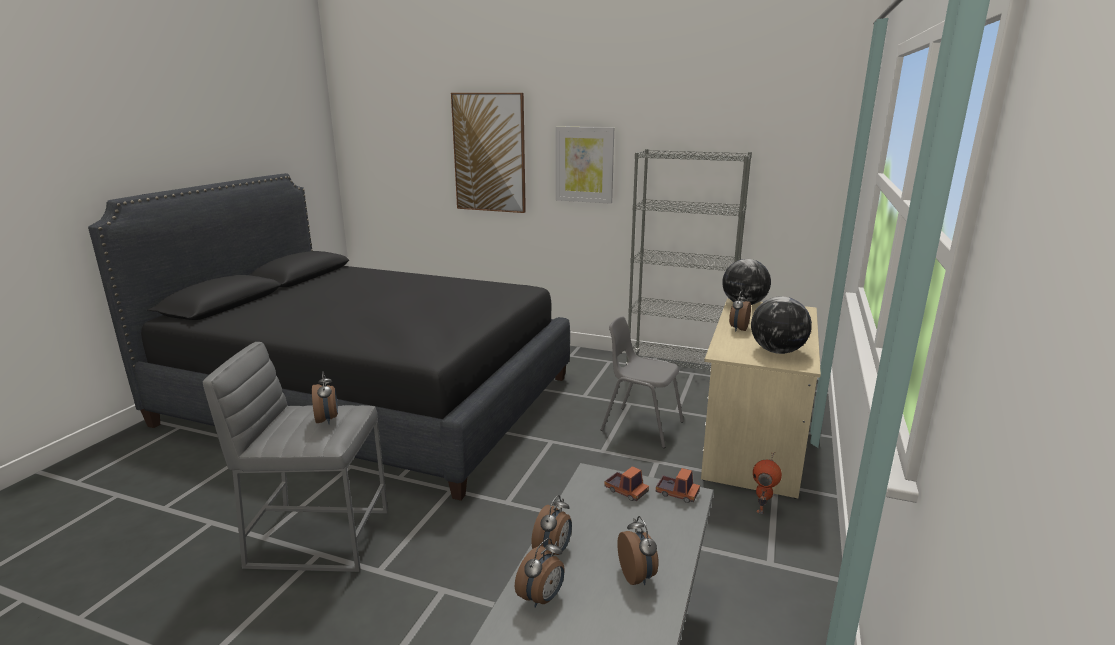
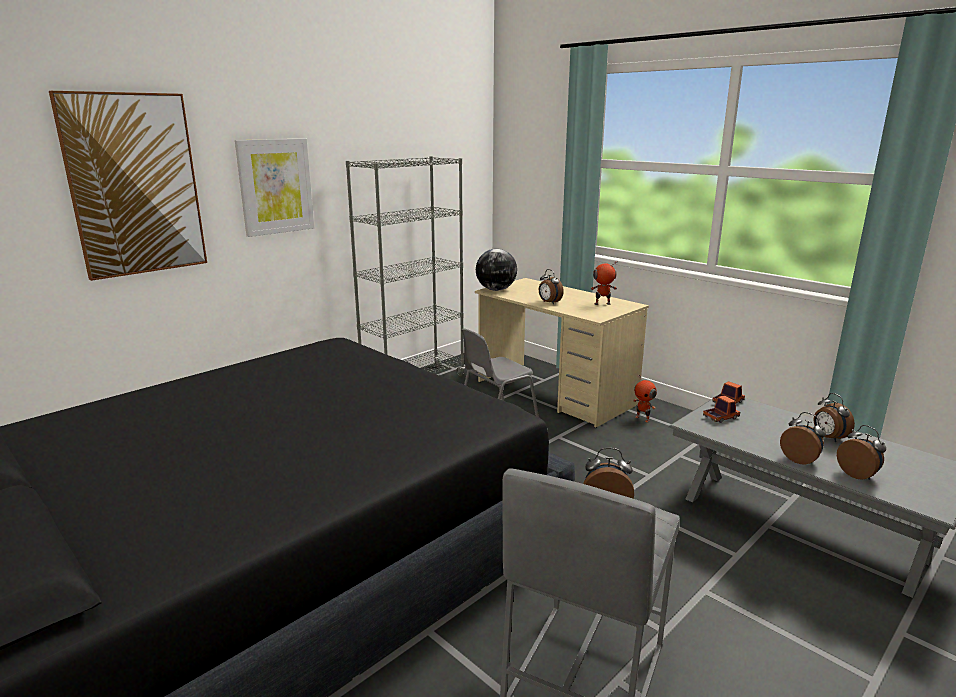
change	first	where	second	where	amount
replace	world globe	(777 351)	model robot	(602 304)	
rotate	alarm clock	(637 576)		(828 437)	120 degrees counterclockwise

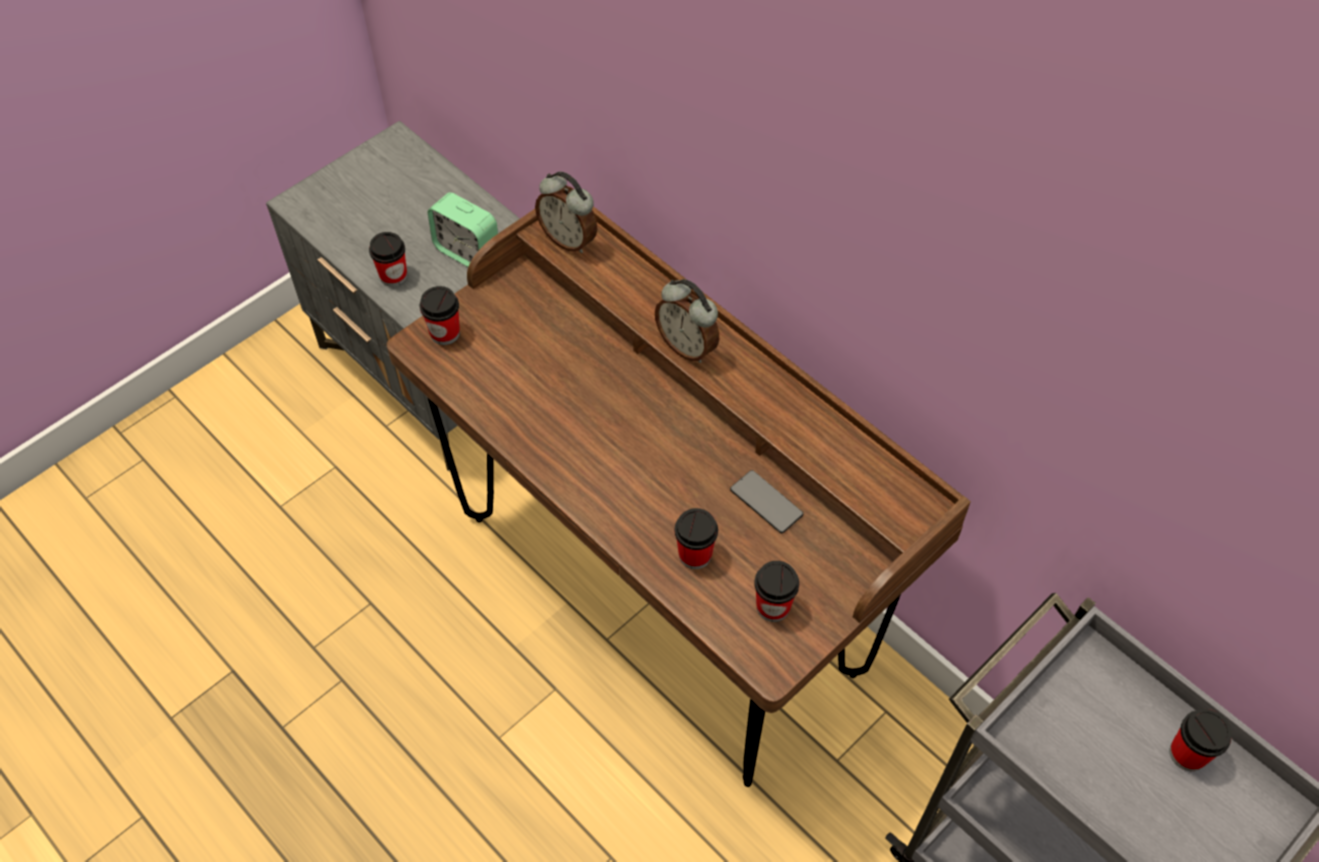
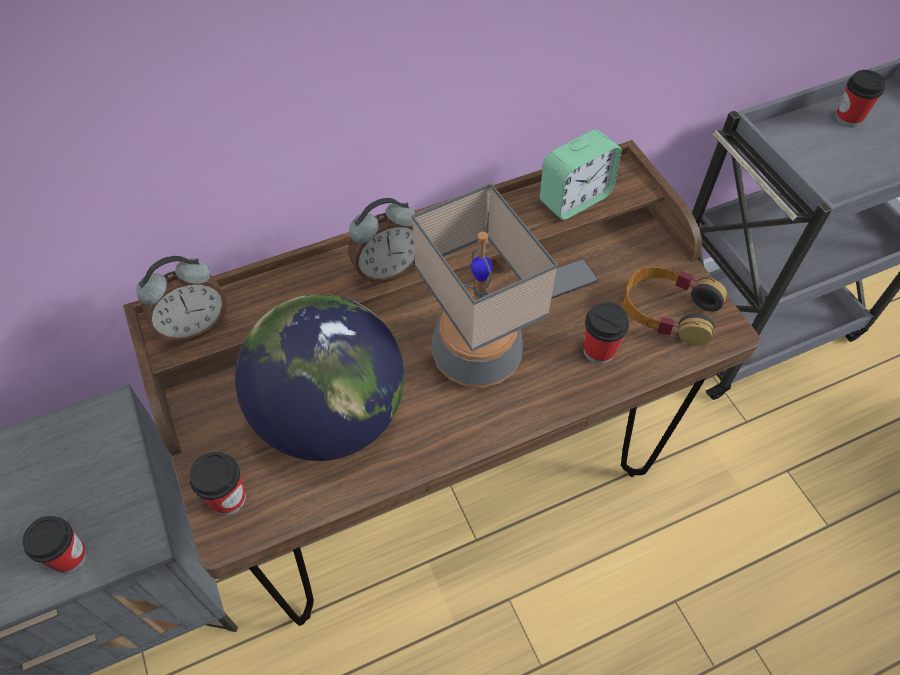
change	first	where	second	where	amount
insert			world globe	(331 415)	
insert			table lamp	(477 354)	
move	alarm clock	(467 252)		(575 199)	
replace	small cup	(773 606)	pair of headphones	(668 311)	

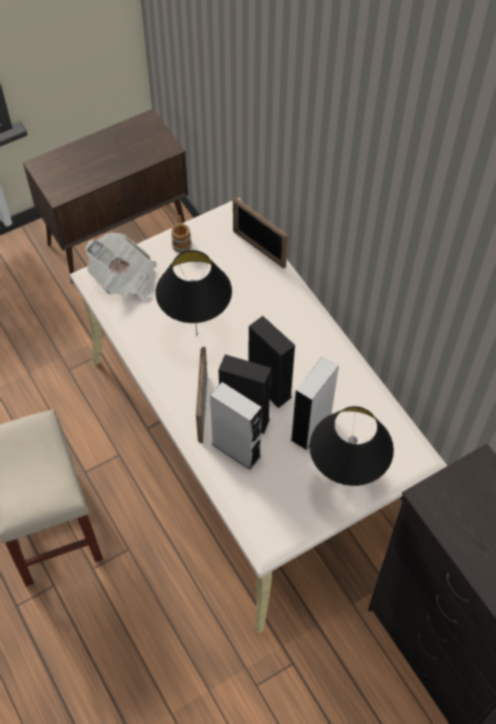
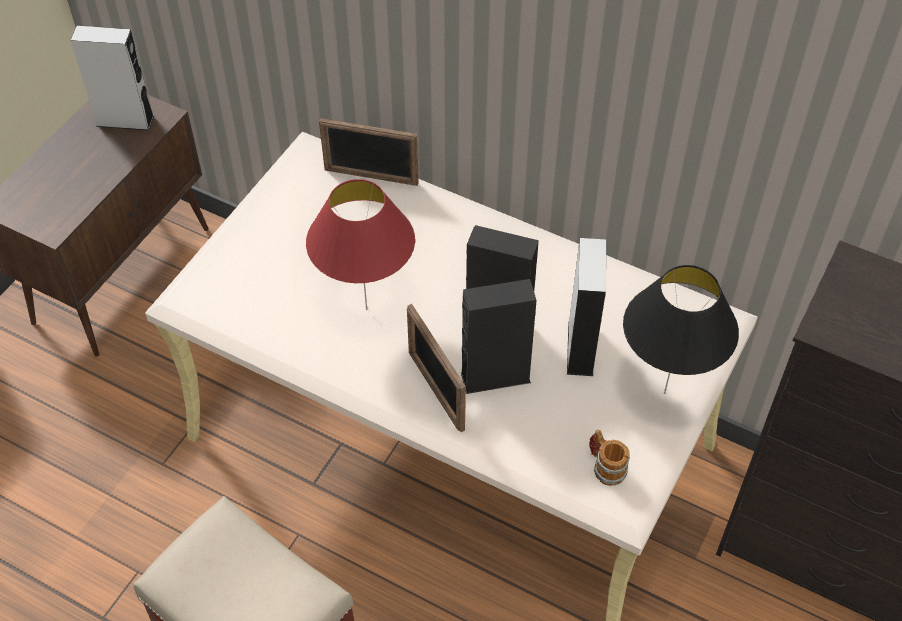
change	first	where	second	where	amount
move	grey loudspeaker	(236 450)		(125 121)	
recolor	blackish table lamp	(196 335)	reddish table lamp	(366 309)	
move	coffee mug	(181 241)		(605 466)	
delete	printed paper	(125 279)			

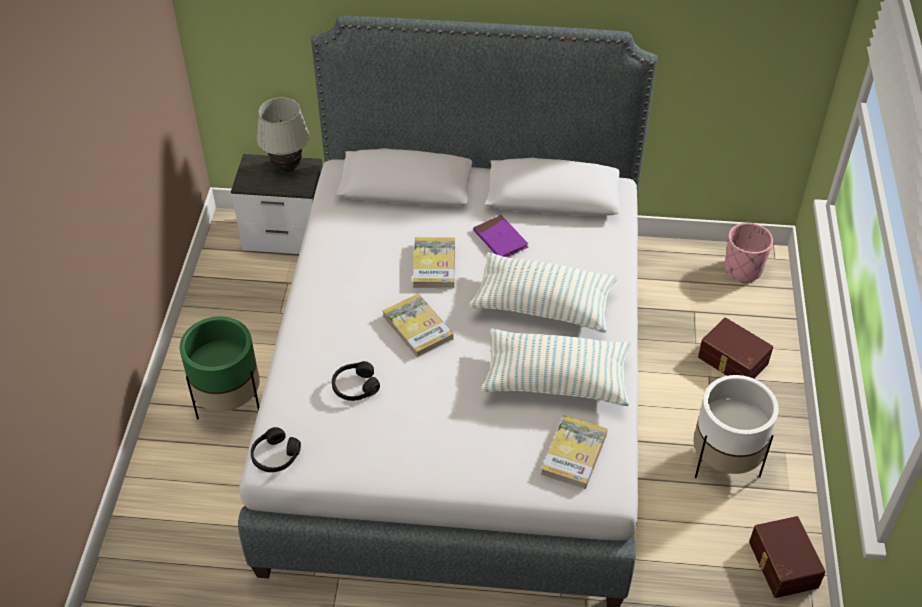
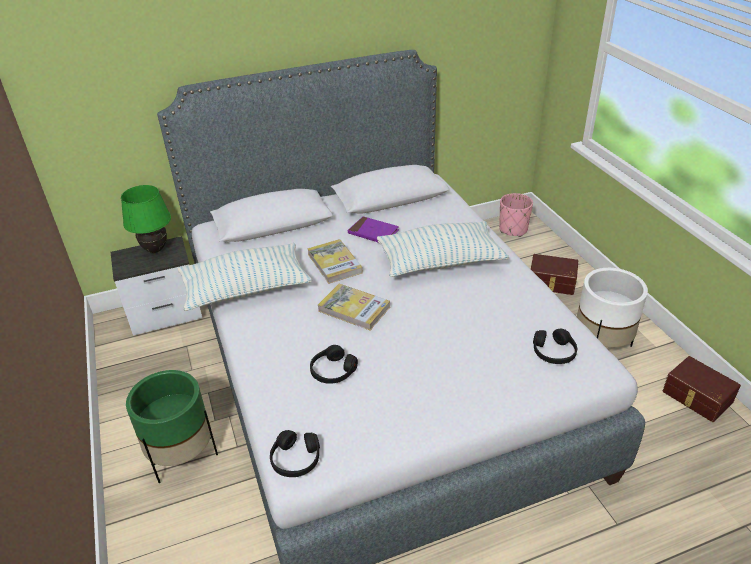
change	first	where	second	where	amount
recolor	white table lamp	(287 167)	green table lamp	(155 249)	
move	pillow	(556 380)		(246 289)	
replace	volume	(574 454)	blackish pair of headphones	(553 352)	

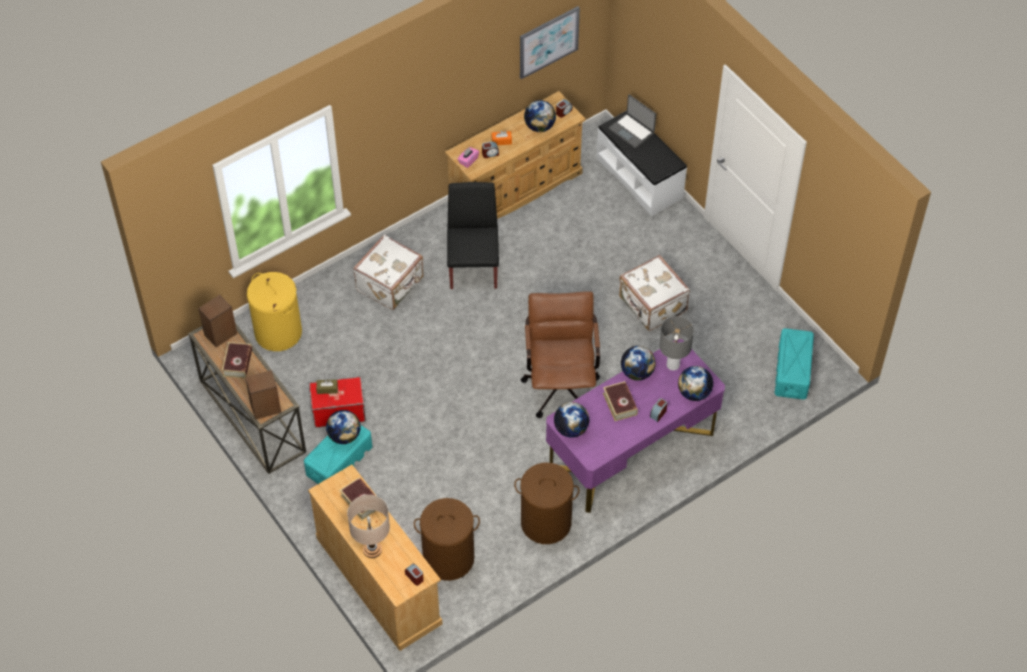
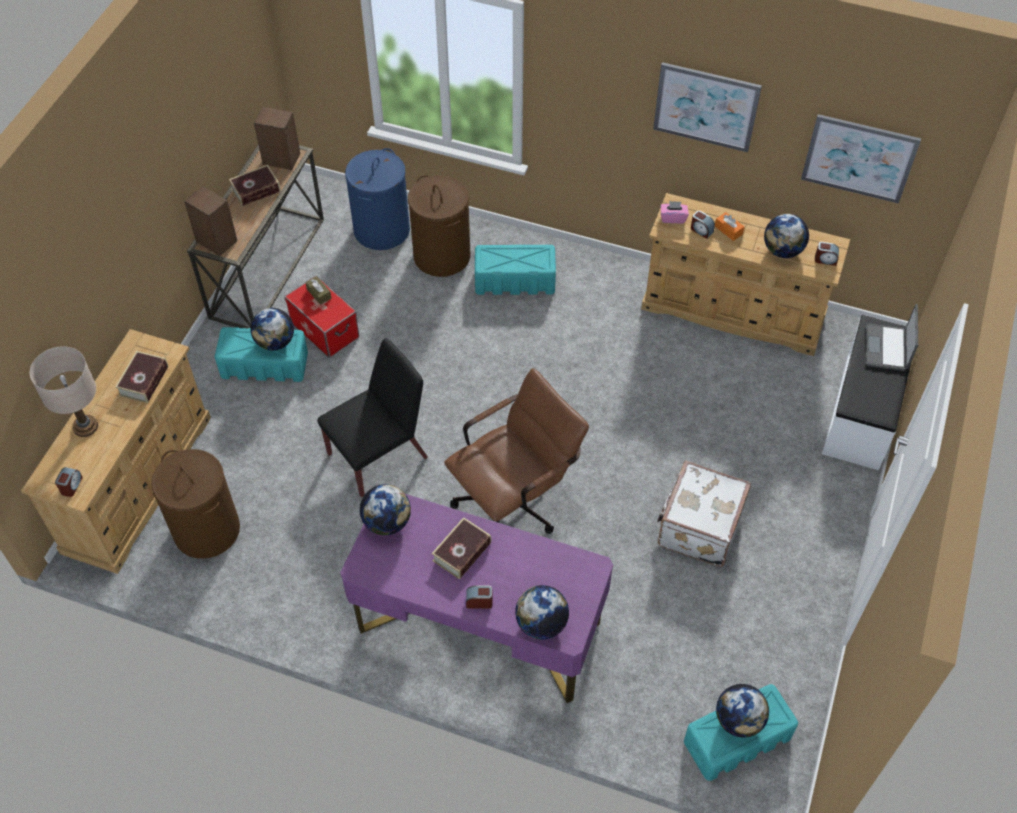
change	first	where	second	where	amount
move	blackish plain chair	(473 265)		(378 455)	
recolor	yellow-coloured washing basket	(278 332)	blue washing basket	(382 230)	
move	brown-coloured washing basket	(545 523)		(441 256)	
replace	white suitcase	(391 284)	blue-green storage box	(515 280)	
insert			wall picture	(706 106)	
move	world globe	(637 373)		(738 720)	
delete	grey table lamp	(673 365)			

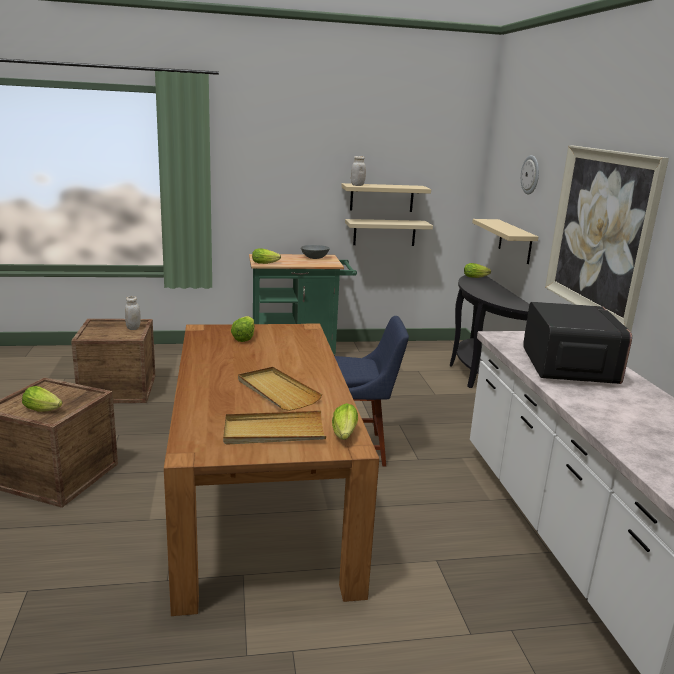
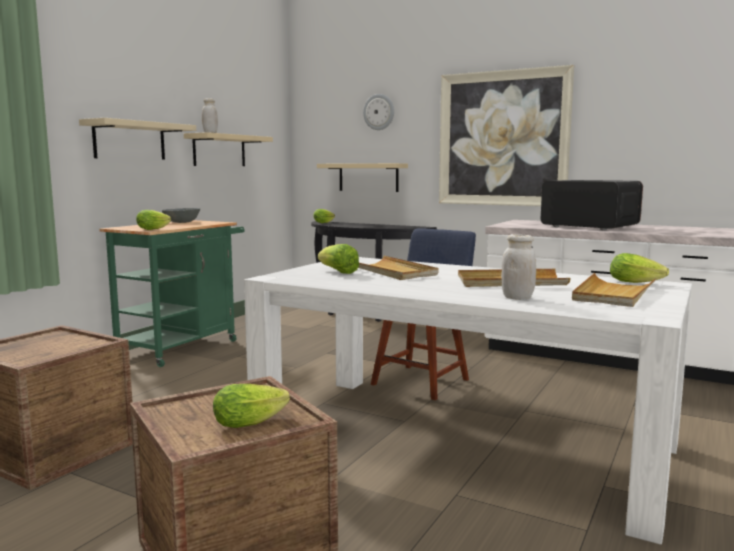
change	first	where	second	where	amount
move	beige wall shelf	(384 232)		(130 141)	
recolor	brown-coloured kitchen table	(260 495)	white kitchen table	(459 439)	
insert			beige carrying tray	(391 271)	
move	white preserve jar	(133 328)		(517 297)	

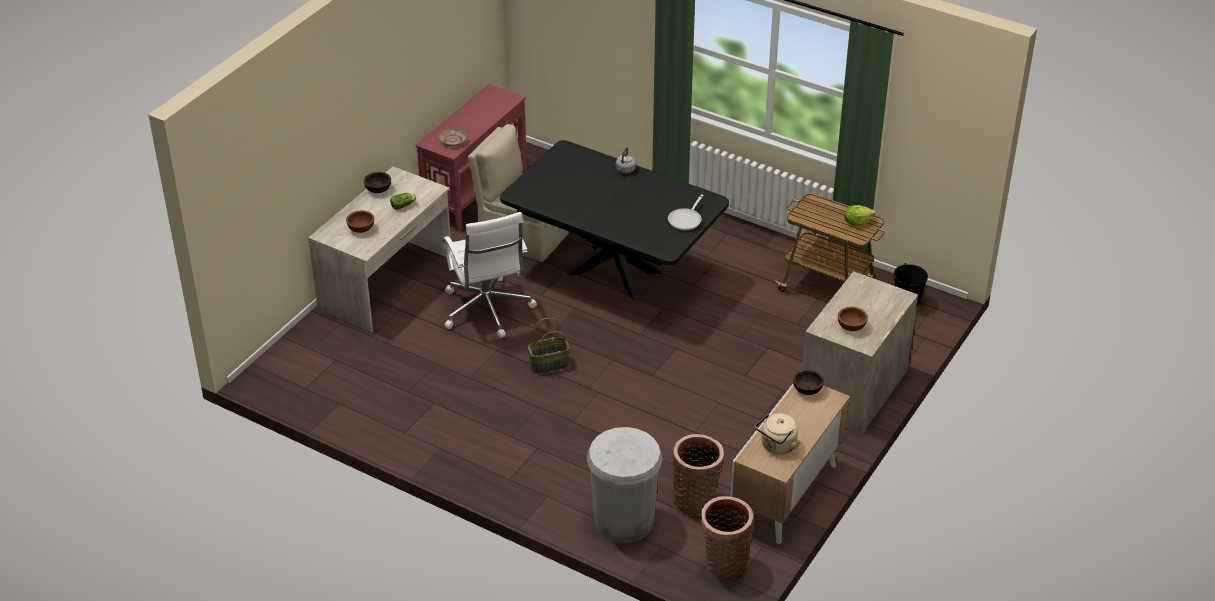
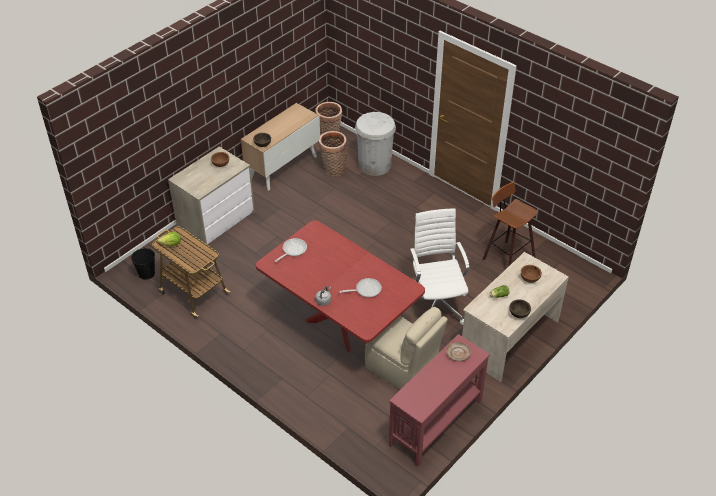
change	first	where	second	where	amount
recolor	blackish kitchen table	(614 273)	reddish kitchen table	(340 324)	
insert			frying pan	(366 290)	
insert			stool seat	(506 258)	
delete	basket	(548 364)			
delete	beige tea kettle	(777 447)			

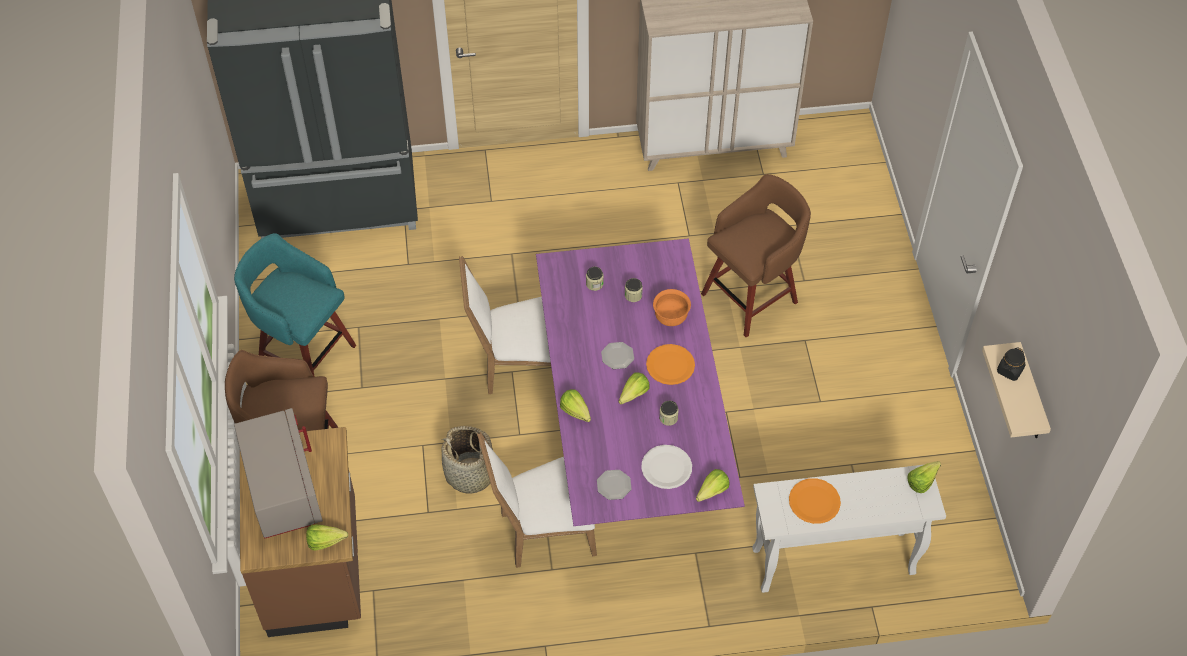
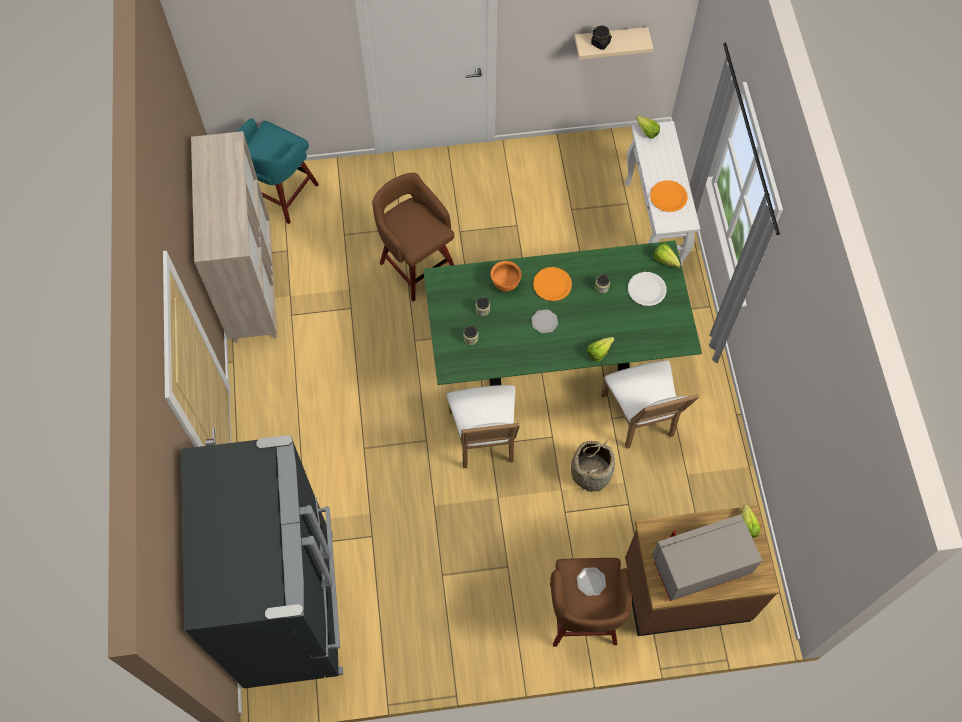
change	first	where	second	where	amount
move	blue-green stool seat	(304 354)		(279 195)	
recolor	purple-coloured kitchen table	(632 439)	green kitchen table	(554 354)	
move	plate	(613 485)		(591 582)	
delete	lettuce	(631 396)			

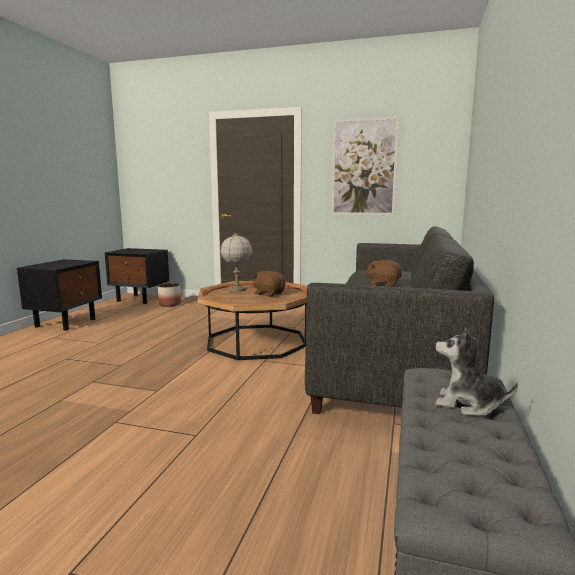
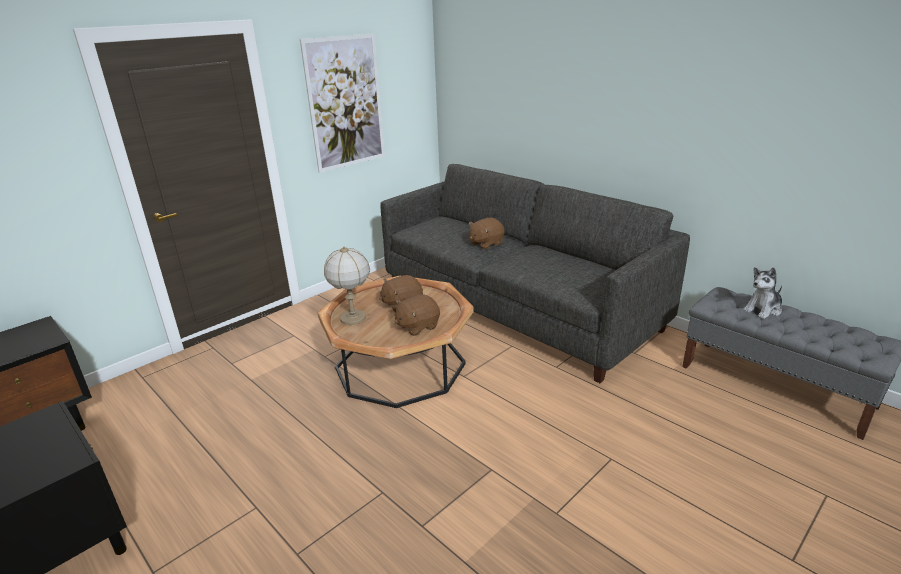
change	first	where	second	where	amount
insert			brown-coloured cuddly toy	(417 326)	
delete	flower pot	(170 304)			

